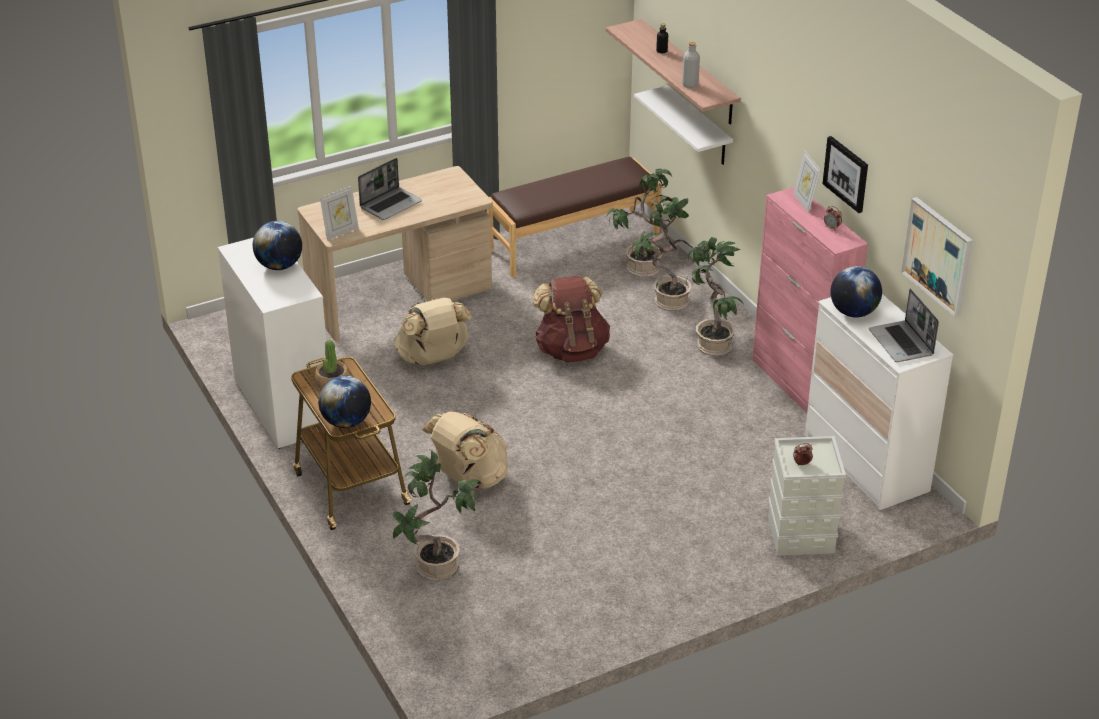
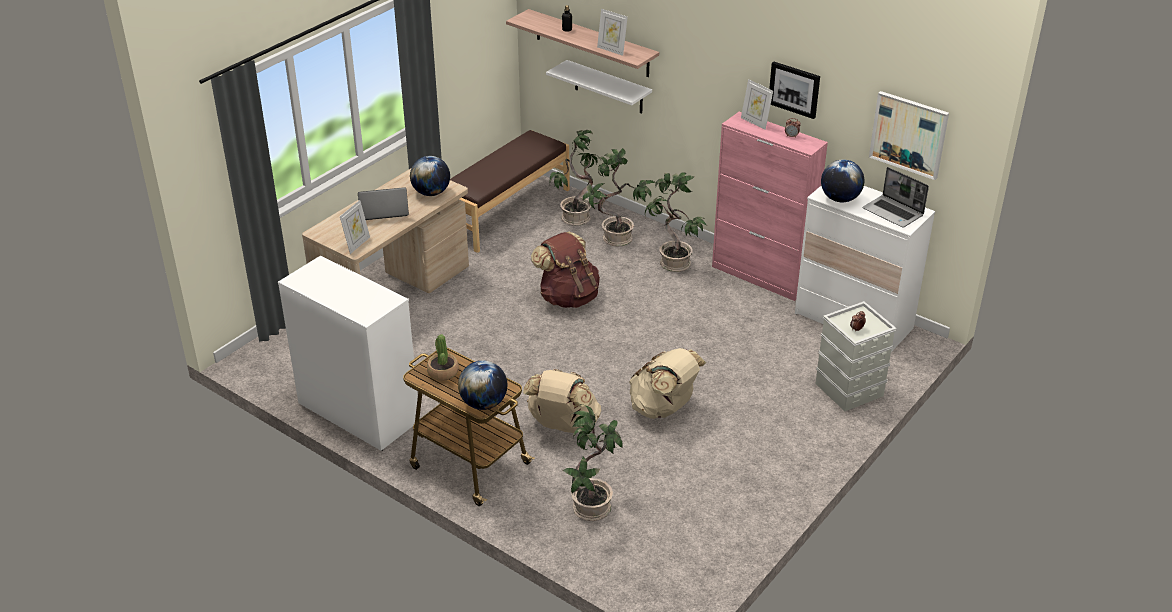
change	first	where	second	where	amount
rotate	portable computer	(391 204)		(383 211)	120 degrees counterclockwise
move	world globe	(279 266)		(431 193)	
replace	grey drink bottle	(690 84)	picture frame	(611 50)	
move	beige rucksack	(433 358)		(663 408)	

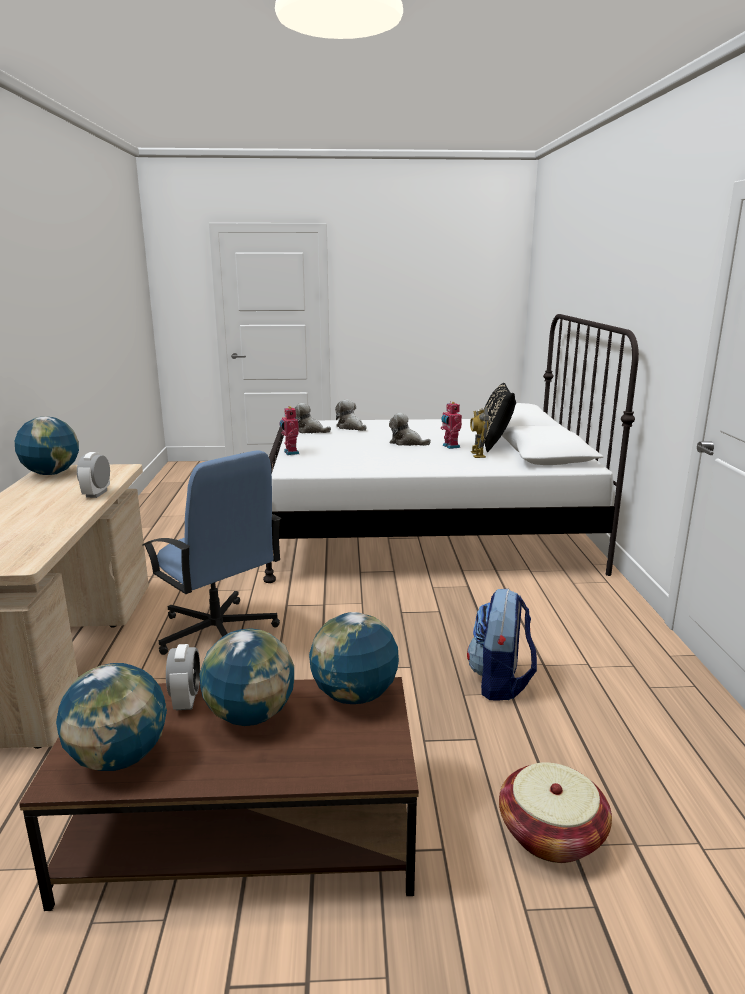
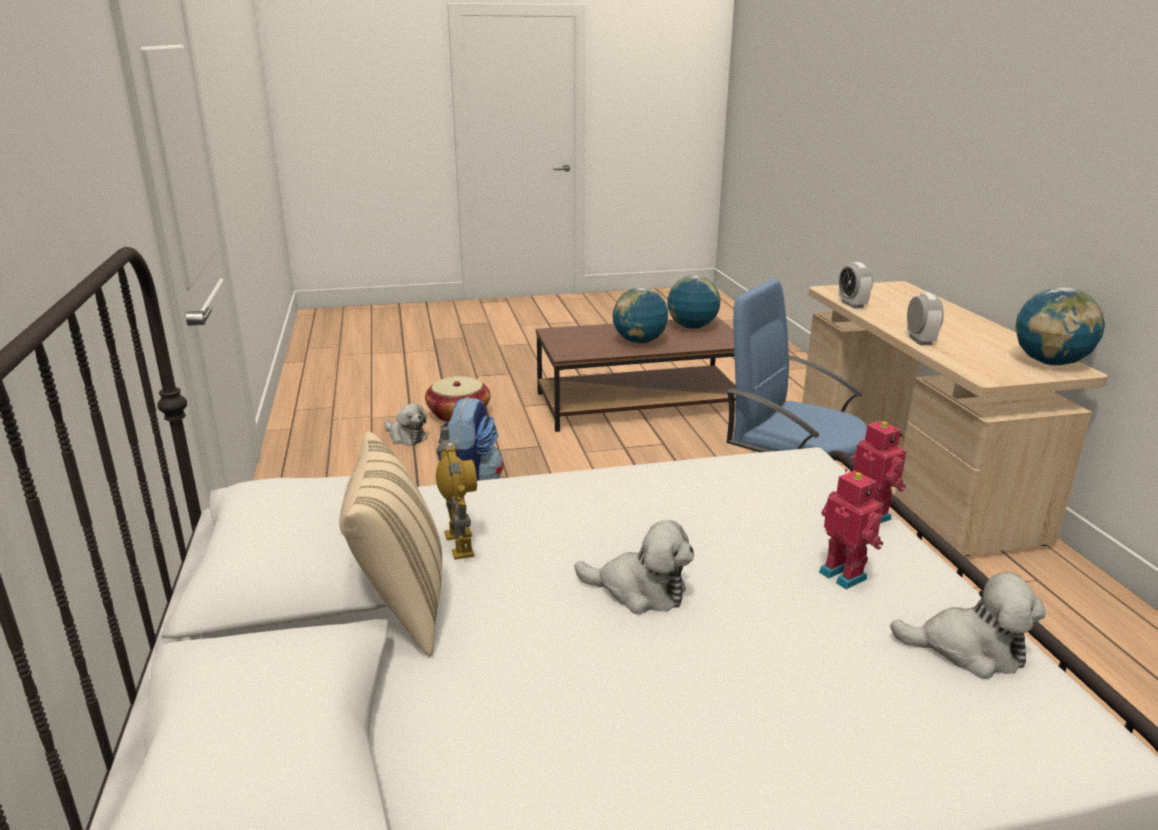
change	first	where	second	where	amount
recolor	blackish pillow	(495 444)	beige pillow	(400 606)	
move	cuddly toy	(351 427)		(406 437)	
move	model robot	(450 446)		(845 574)	
move	alarm clock	(186 700)		(852 304)	
delete	world globe	(354 696)			

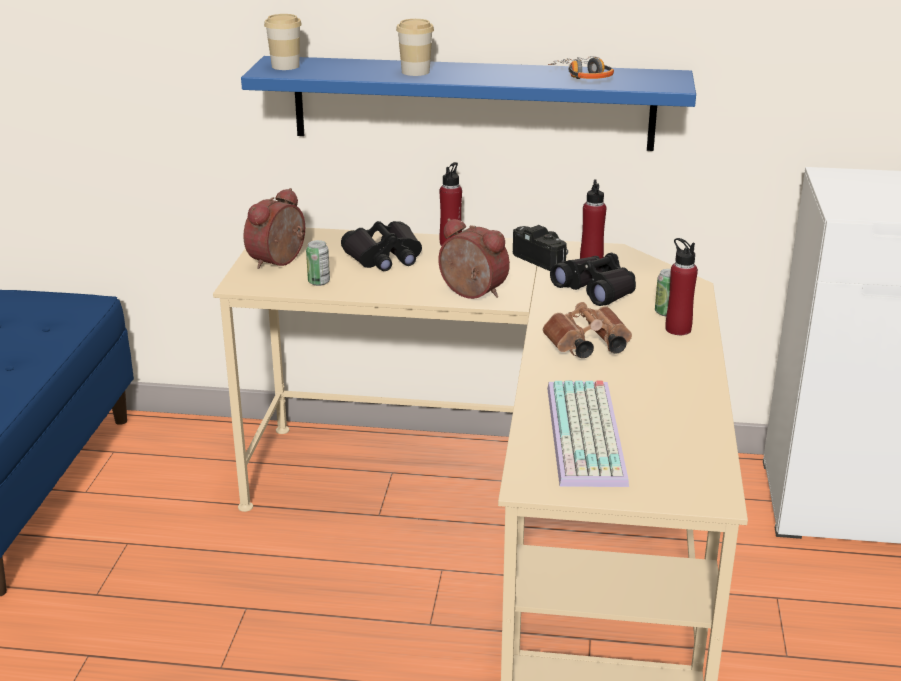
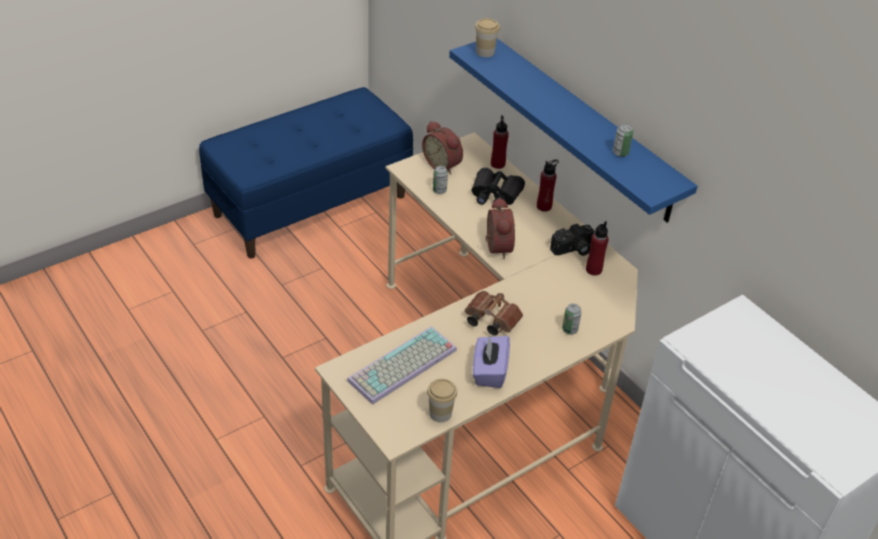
change	first	where	second	where	amount
rotate	alarm clock	(280 262)		(443 164)	120 degrees counterclockwise
move	small cup	(415 72)		(440 413)	
insert			purple-coloured box of tissues	(489 371)	
move	reddish drink bottle	(678 329)		(497 164)	
rotate	still camera	(544 259)		(573 250)	60 degrees clockwise
replace	pair of headphones	(584 76)	metal can	(620 153)	
delete	blackish pair of binoculars	(596 290)			

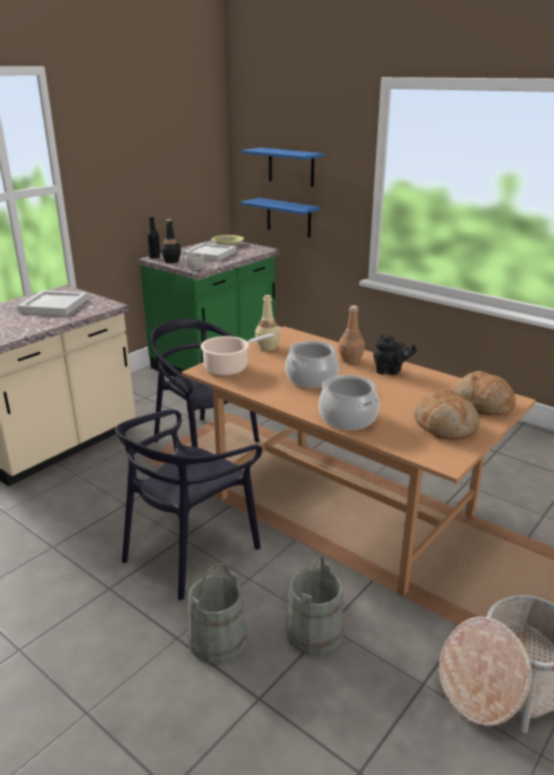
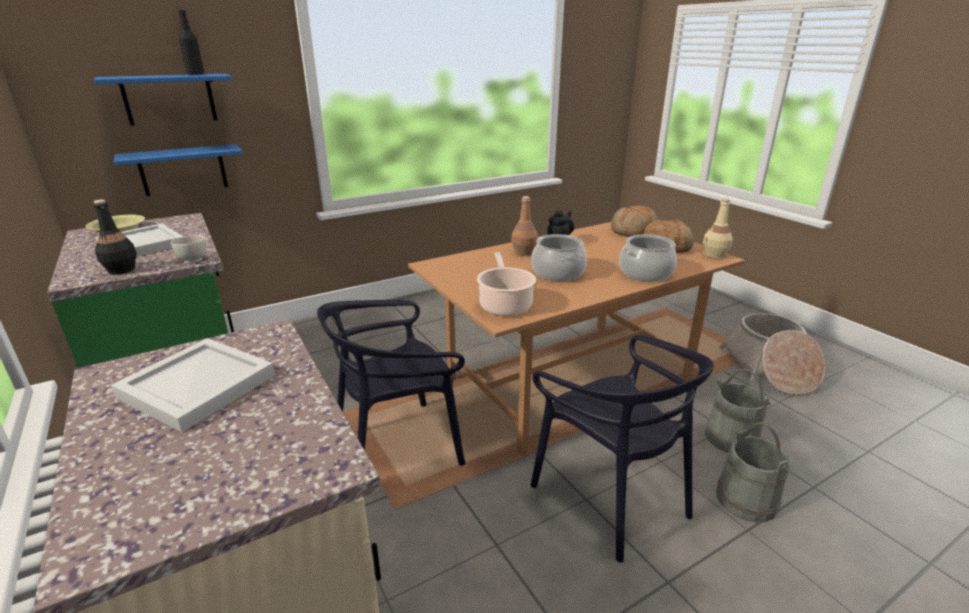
change	first	where	second	where	amount
move	blackish drink bottle	(154 257)		(195 74)	
move	beige drink bottle	(267 347)		(714 255)	

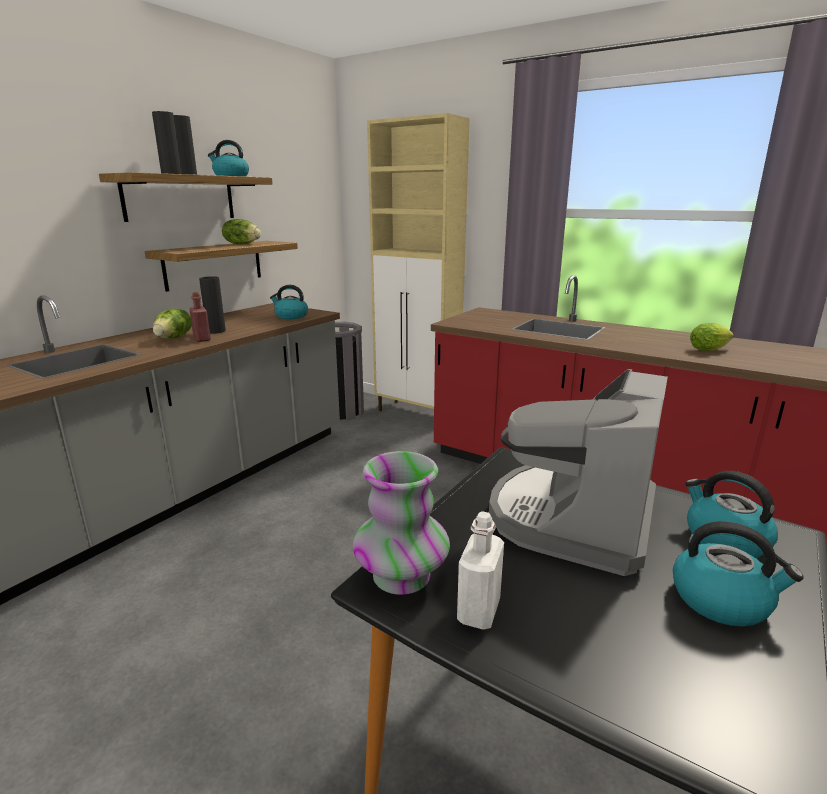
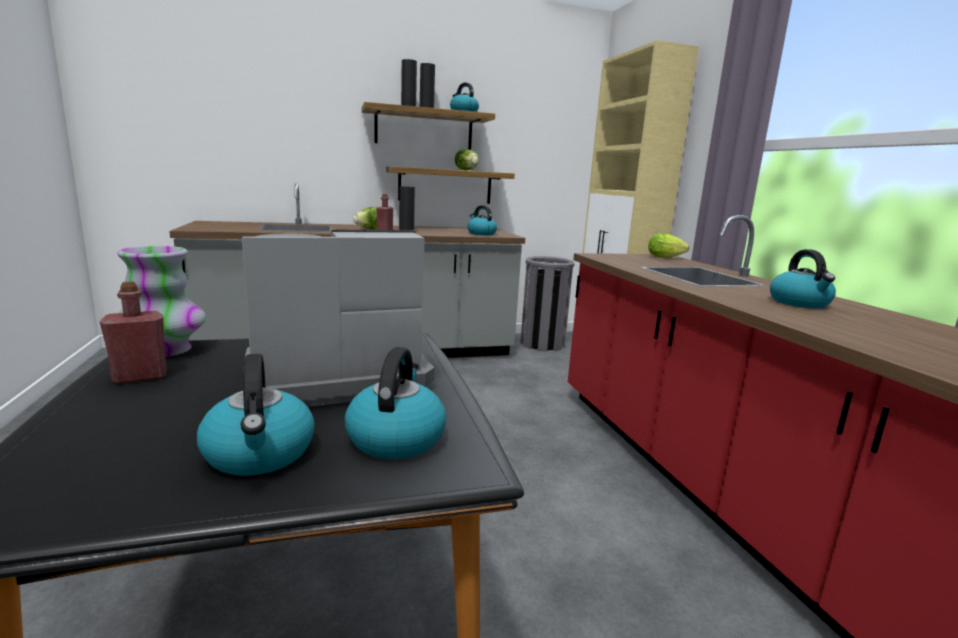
change	first	where	second	where	amount
recolor	white drink bottle	(478 611)	reddish drink bottle	(140 377)	
move	lettuce	(710 349)		(667 258)	
insert			tea kettle	(800 303)	

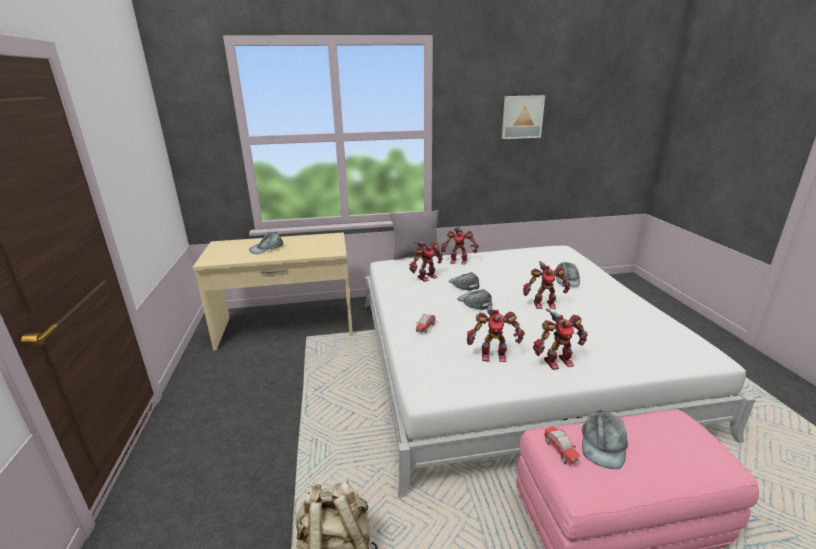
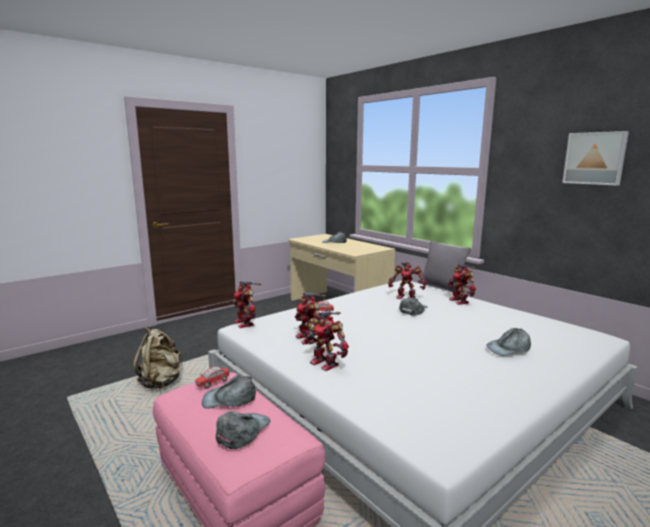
change	first	where	second	where	amount
move	grey cap	(474 302)		(242 431)	
move	model robot	(543 304)		(245 323)	

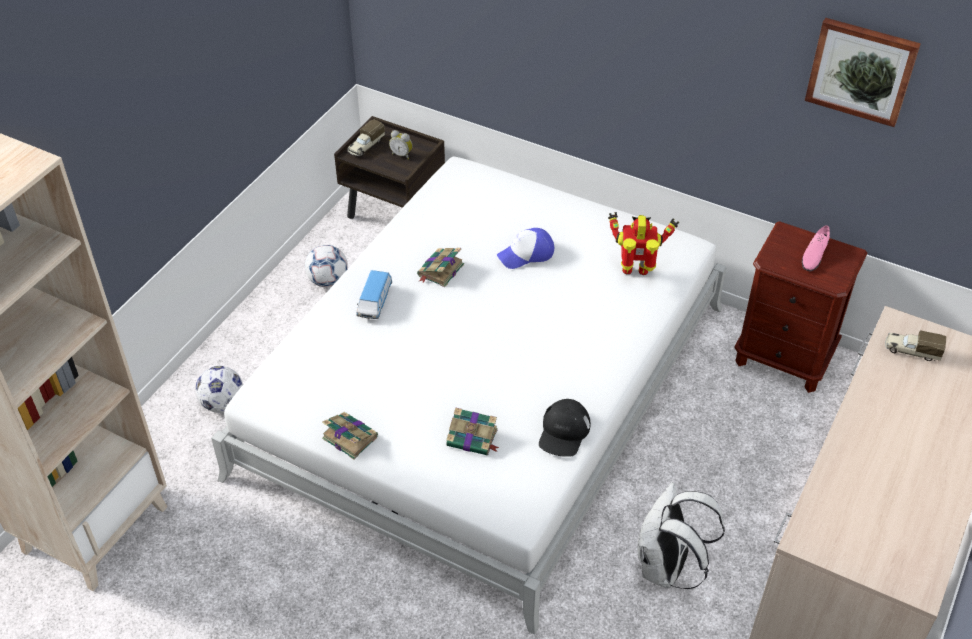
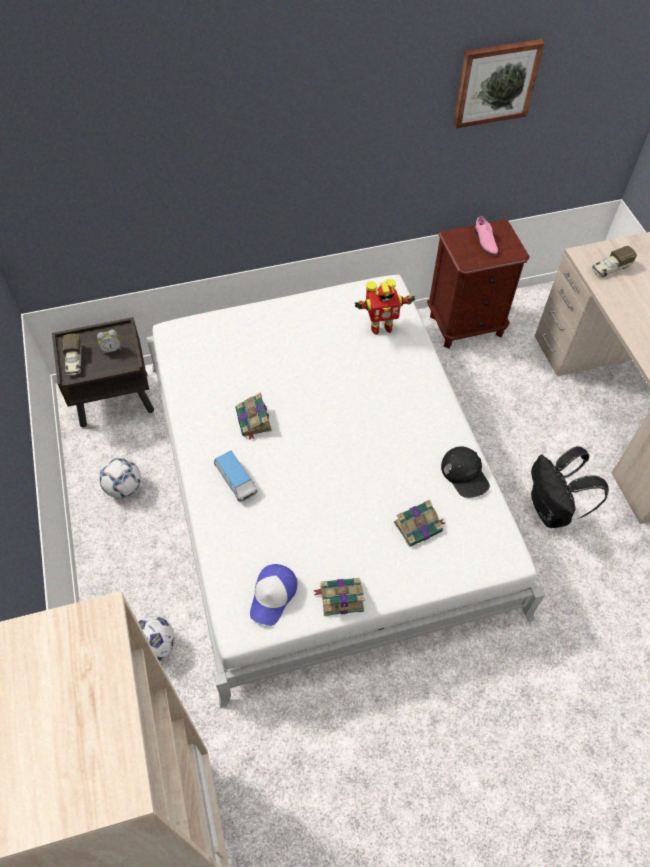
change	first	where	second	where	amount
move	cap	(526 254)		(273 596)	
rotate	model robot	(636 272)		(380 327)	150 degrees counterclockwise
recolor	white rucksack	(666 568)	blackish rucksack	(552 511)	

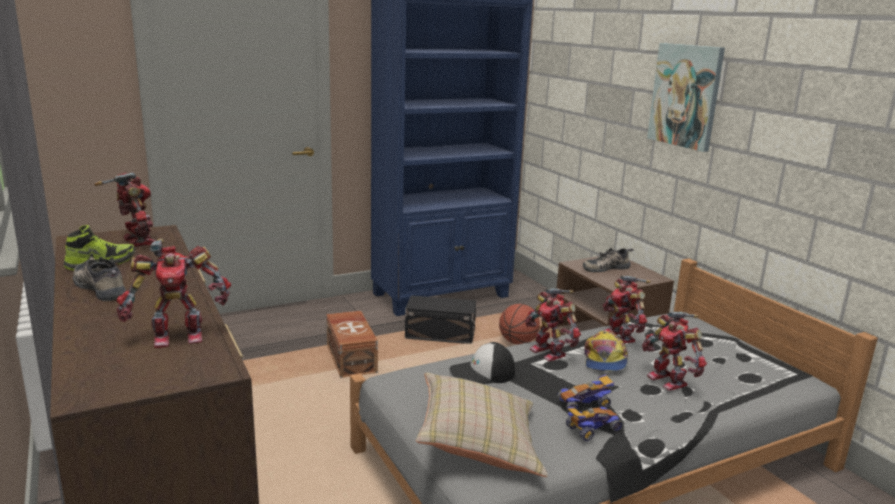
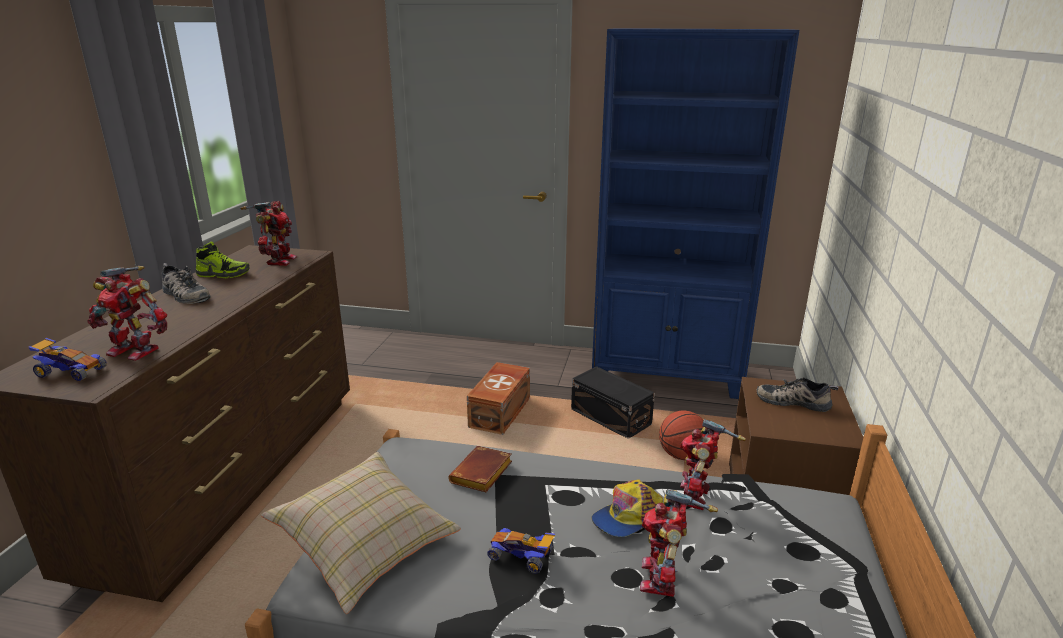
change	first	where	second	where	amount
move	miniature car	(591 429)		(70 372)	
rotate	low shoe	(102 287)		(184 295)	135 degrees clockwise
replace	cap	(482 373)	brown-coloured volume	(482 475)	
delete	model robot	(549 352)			
delete	wall picture	(686 95)			

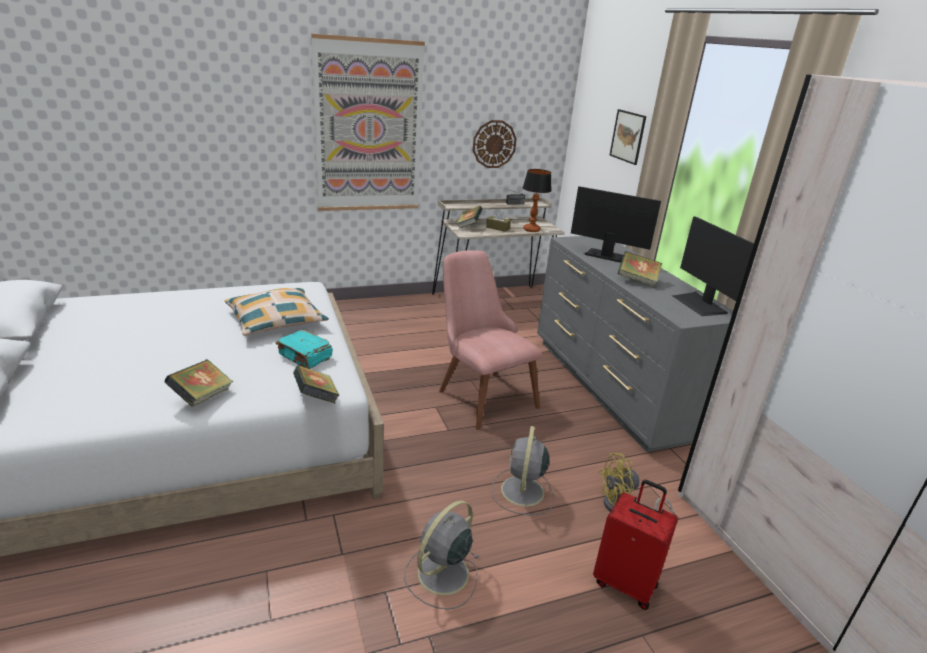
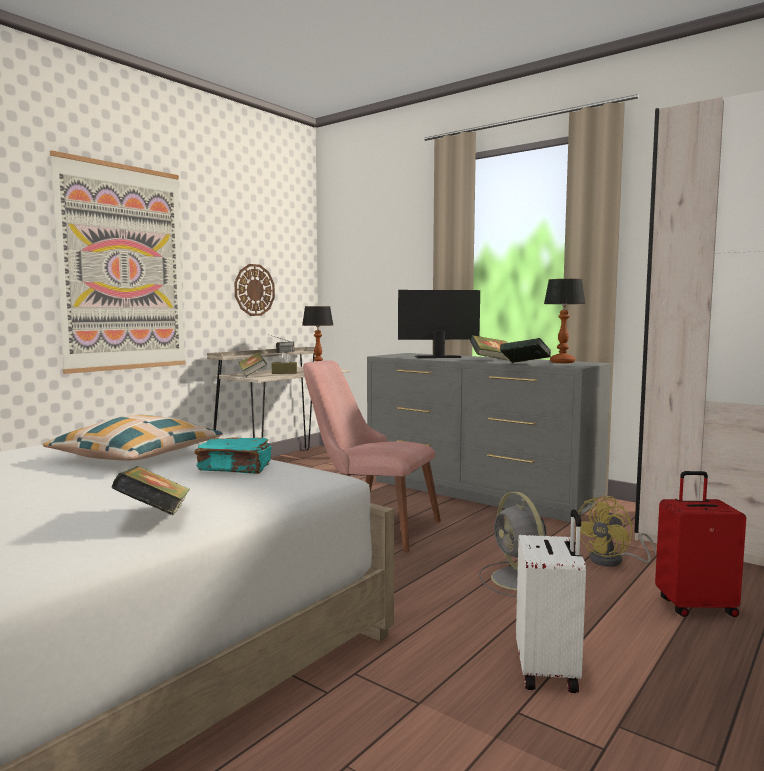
change	first	where	second	where	amount
move	volume	(316 398)		(525 364)	
replace	grey cooling fan	(441 575)	white suitcase	(549 671)	
replace	monitor	(700 304)	table lamp	(562 362)	
delete	wall picture	(628 136)			

